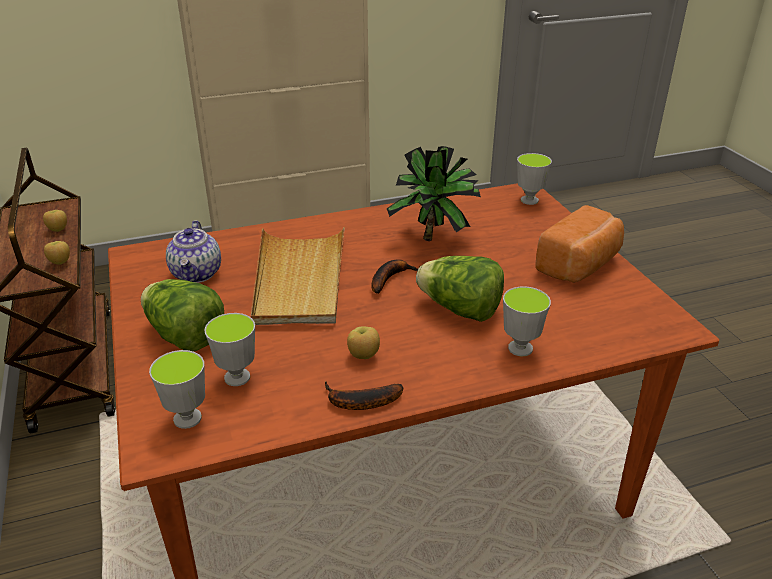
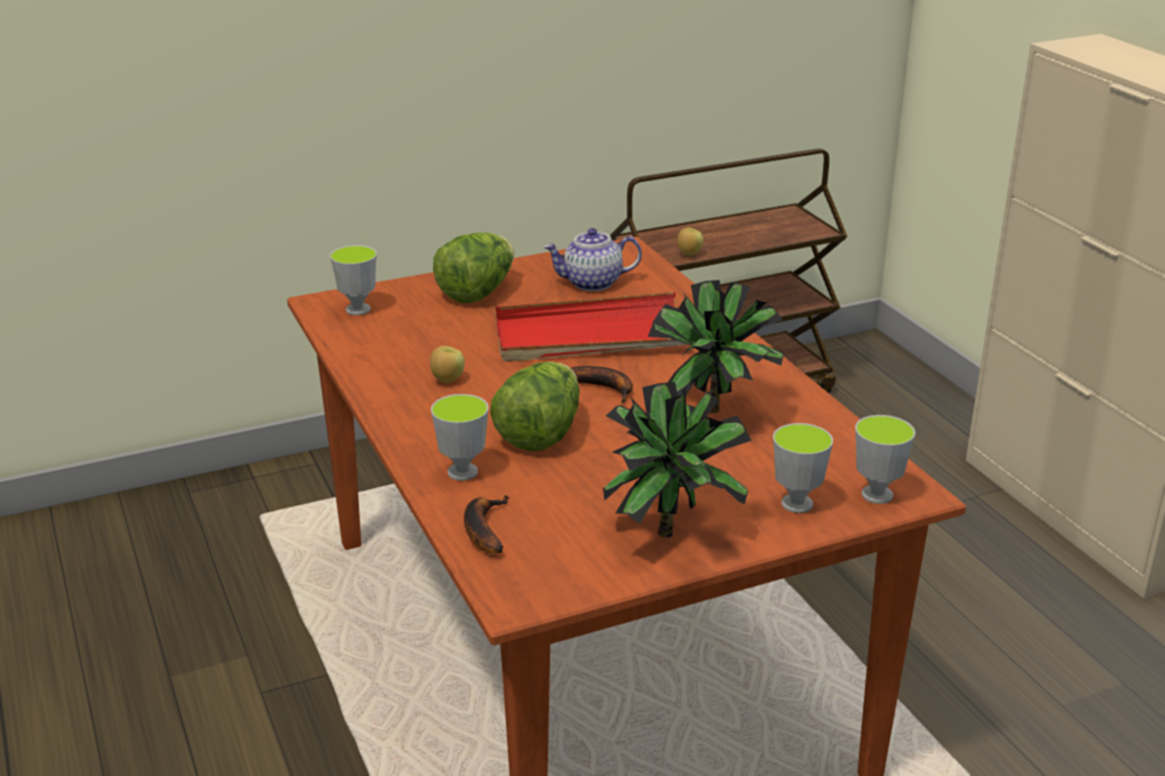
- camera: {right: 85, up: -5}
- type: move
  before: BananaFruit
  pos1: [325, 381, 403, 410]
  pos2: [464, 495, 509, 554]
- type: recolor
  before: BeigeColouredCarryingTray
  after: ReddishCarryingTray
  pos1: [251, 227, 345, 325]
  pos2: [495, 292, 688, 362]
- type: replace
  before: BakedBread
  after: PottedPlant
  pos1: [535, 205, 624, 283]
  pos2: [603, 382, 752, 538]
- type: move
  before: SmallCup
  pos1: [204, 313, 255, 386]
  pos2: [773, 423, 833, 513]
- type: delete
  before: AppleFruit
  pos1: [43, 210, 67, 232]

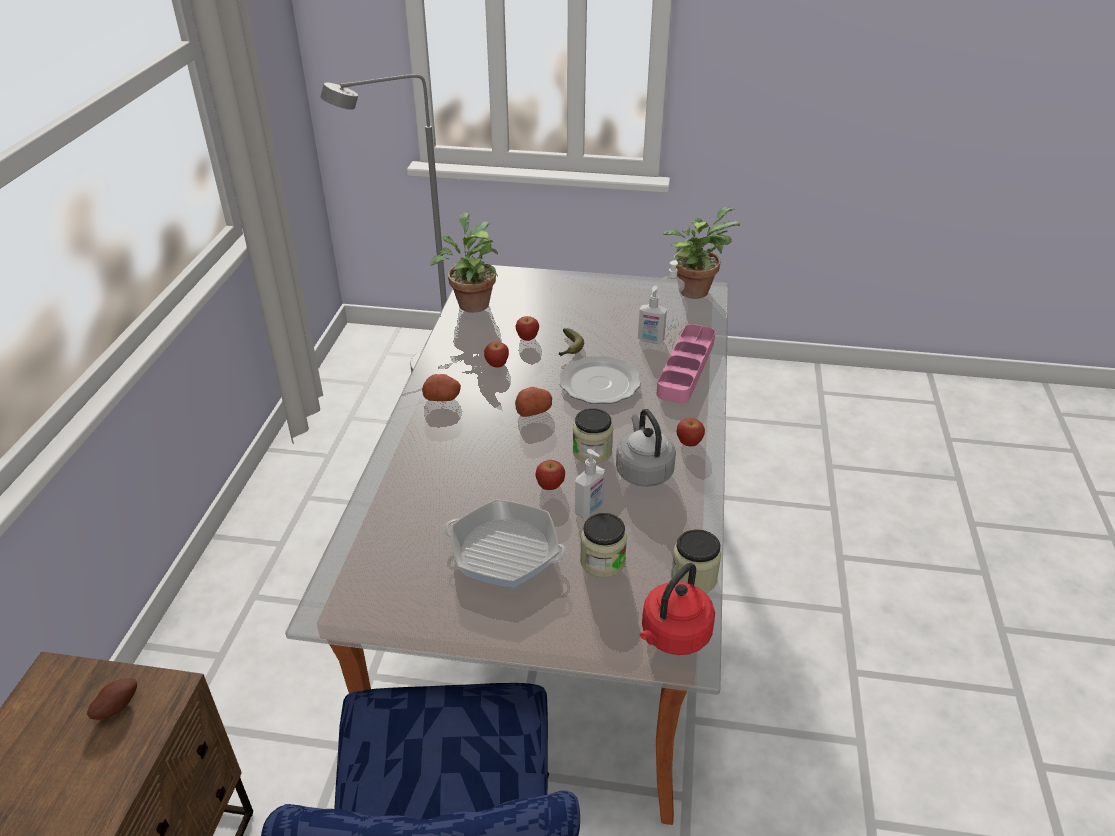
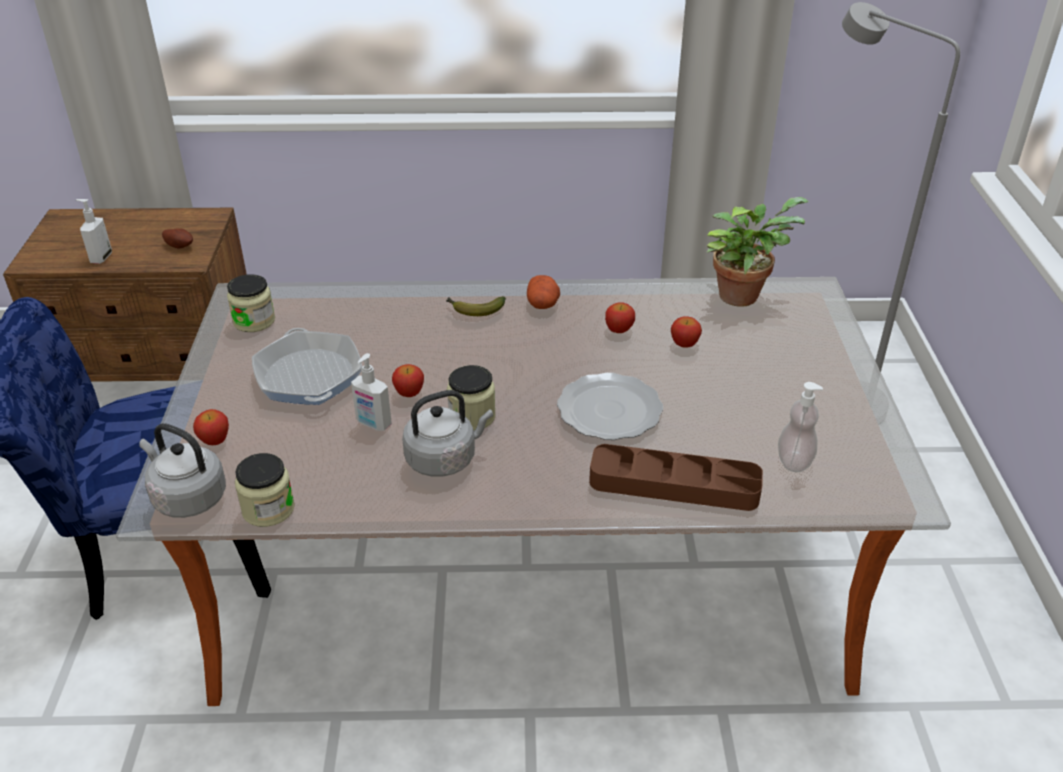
- camera: {right: 80, up: 0}
- type: move
  before: LiquidSoapBottle
  pos1: [638, 286, 667, 344]
  pos2: [76, 199, 112, 264]
- type: recolor
  before: ReddishWaterKettle
  after: GreyishWaterKettle
  pos1: [640, 563, 715, 655]
  pos2: [139, 423, 226, 518]
- type: move
  before: AppleFruit
  pos1: [677, 418, 705, 447]
  pos2: [193, 409, 229, 445]
- type: move
  before: Jar
  pos1: [580, 513, 627, 577]
  pos2: [227, 274, 275, 332]
- type: rotate
  before: Skillet
  pos1: [444, 499, 567, 587]
  pos2: [252, 328, 362, 405]
  turn: 150
- type: move
  before: BananaFruit
  pos1: [559, 328, 584, 356]
  pos2: [446, 296, 506, 316]
- type: recolor
  before: PinkishCarryingTray
  after: BrownColouredCarryingTray
  pos1: [656, 324, 715, 404]
  pos2: [589, 444, 763, 511]
- type: delete
  before: WholePotato
  pos1: [515, 387, 552, 417]
- type: delete
  before: PottedPlant
  pos1: [663, 206, 740, 299]

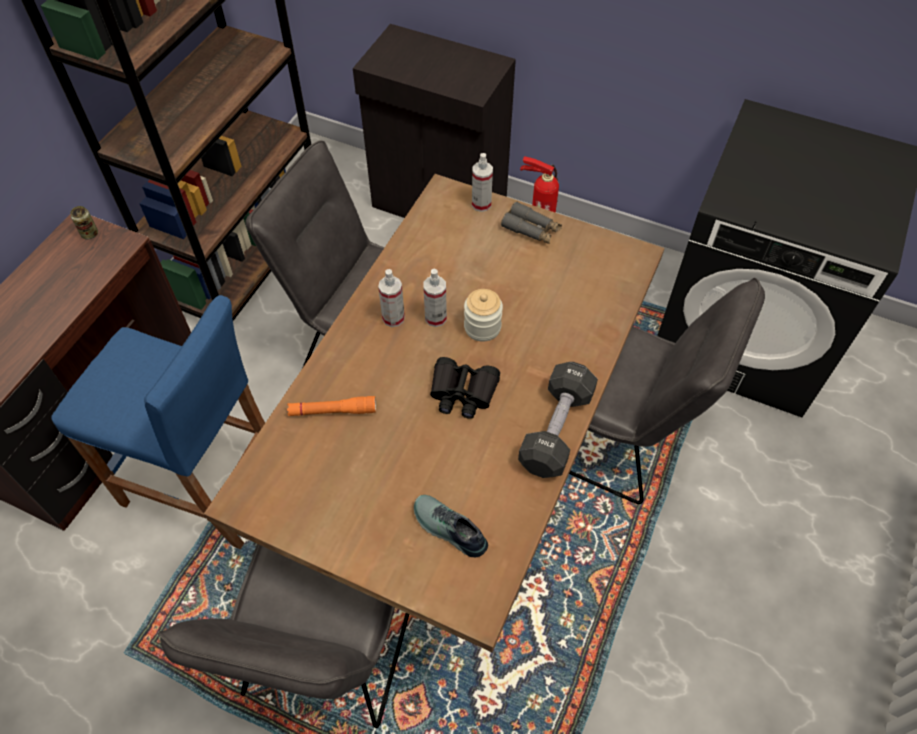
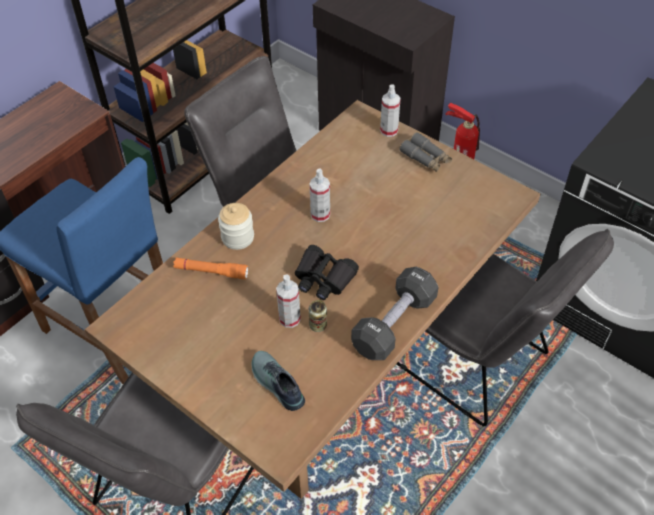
- camera: {right: 15, up: -5}
- type: move
  before: Jar
  pos1: [464, 289, 503, 342]
  pos2: [218, 203, 254, 250]
- type: move
  before: Sprayer
  pos1: [378, 269, 405, 327]
  pos2: [276, 275, 301, 328]
- type: move
  before: Can
  pos1: [70, 206, 98, 239]
  pos2: [309, 300, 327, 332]

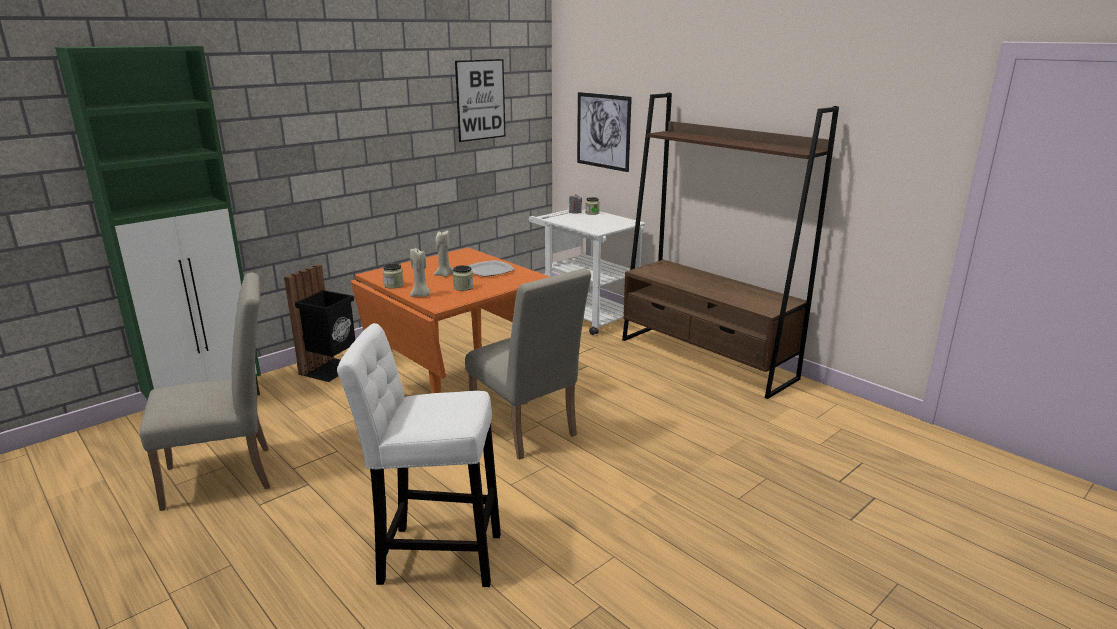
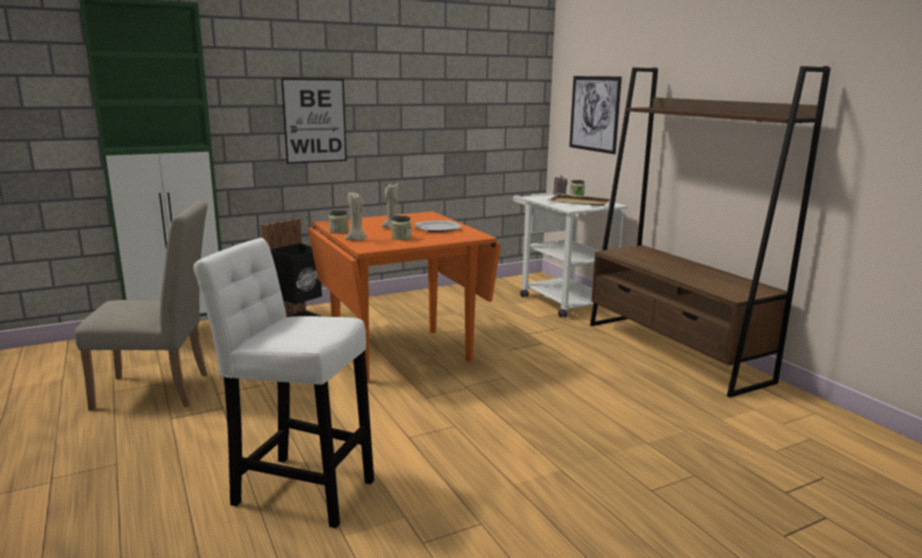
- camera: {right: 15, up: -5}
- type: move
  before: WallArt
  pos1: [455, 59, 505, 142]
  pos2: [281, 78, 347, 164]
- type: insert
  after: BeigeColouredCarryingTray
  pos2: [546, 193, 611, 206]
- type: delete
  before: BeigeColouredUprightChair
  pos1: [465, 268, 591, 460]

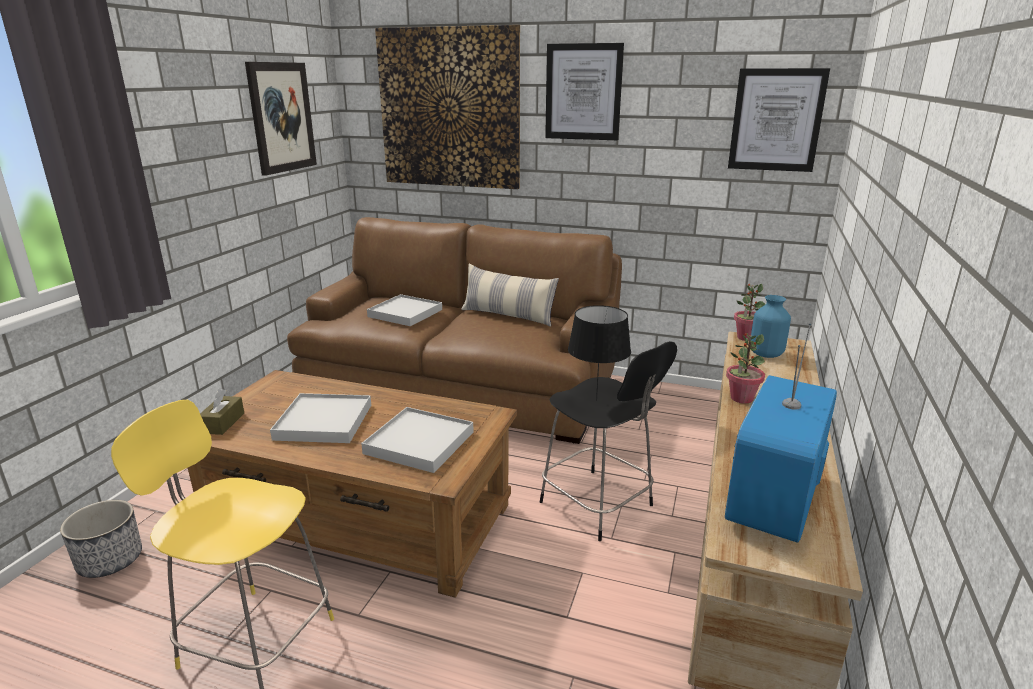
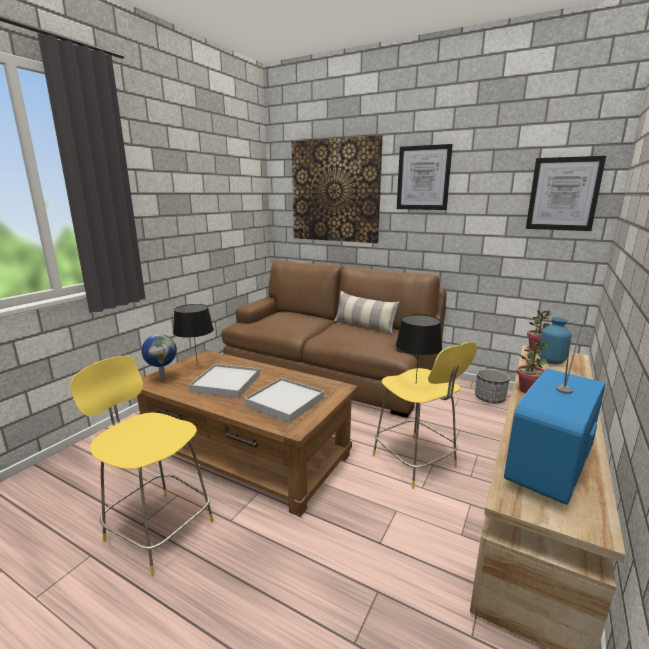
- camera: {right: 10, up: -5}
- type: replace
  before: BrownColouredTissueHolder
  after: DeskGlobe
  pos1: [200, 389, 244, 435]
  pos2: [141, 334, 177, 381]
- type: insert
  after: BlackishTableLamp
  pos2: [173, 304, 214, 360]
- type: recolor
  before: BlackishStoolSeat
  after: YellowColouredStoolSeat
  pos1: [540, 341, 677, 541]
  pos2: [373, 342, 477, 489]
- type: move
  before: PlantPot
  pos1: [60, 500, 142, 578]
  pos2: [475, 369, 510, 403]
- type: delete
  before: WallArt
  pos1: [245, 62, 317, 176]
- type: delete
  before: WhiteCarryingTray
  pos1: [367, 294, 442, 326]

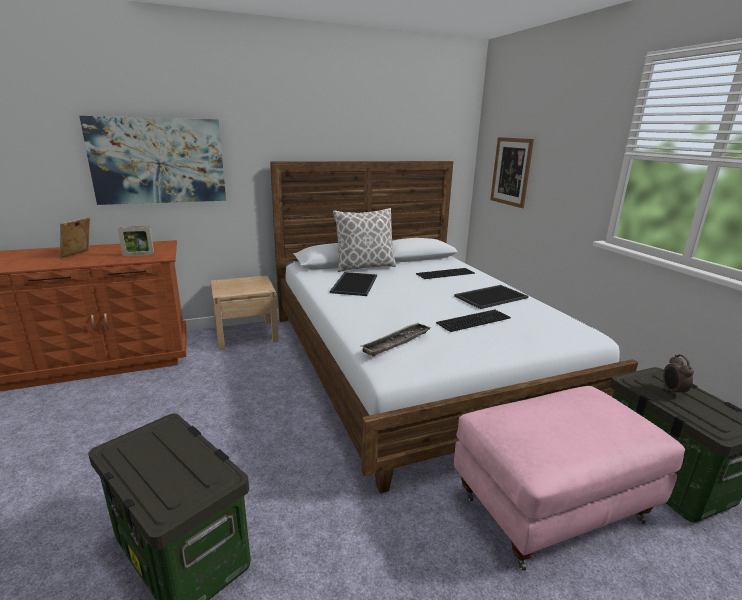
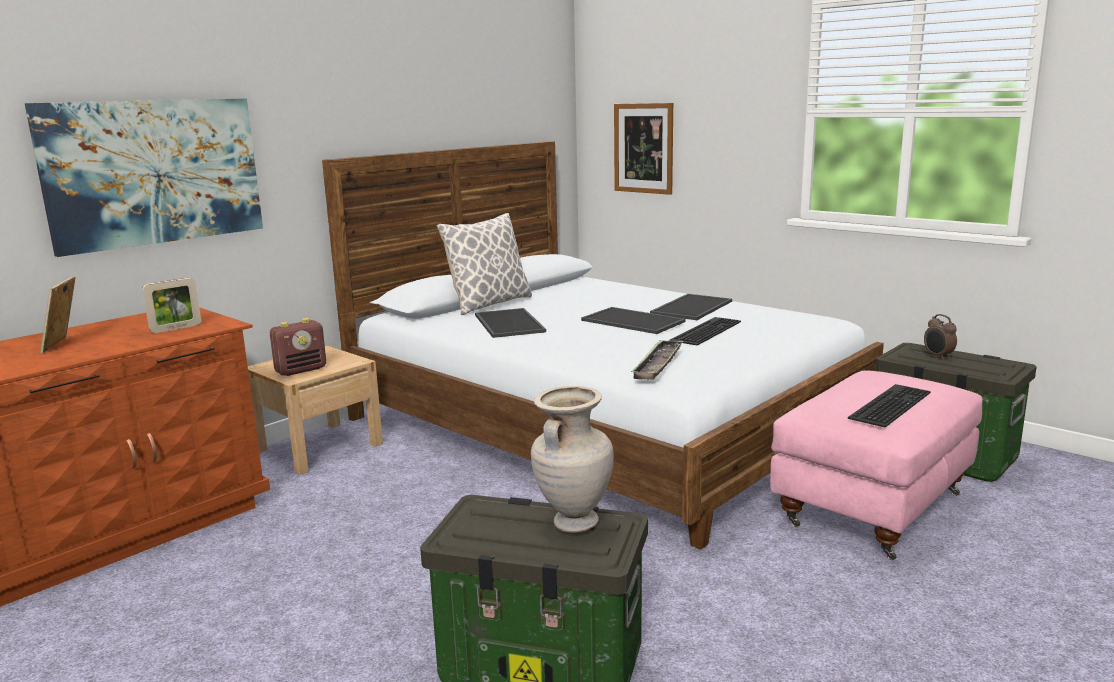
- camera: {right: -25, up: -5}
- type: insert
  after: RadioSet
  pos2: [270, 318, 326, 376]
- type: insert
  after: BeigeColouredDecorativeVase
  pos2: [531, 386, 614, 533]
- type: insert
  after: CarryingTray
  pos2: [581, 307, 686, 334]
- type: move
  before: Keyboard
  pos1: [416, 268, 475, 279]
  pos2: [848, 384, 931, 427]

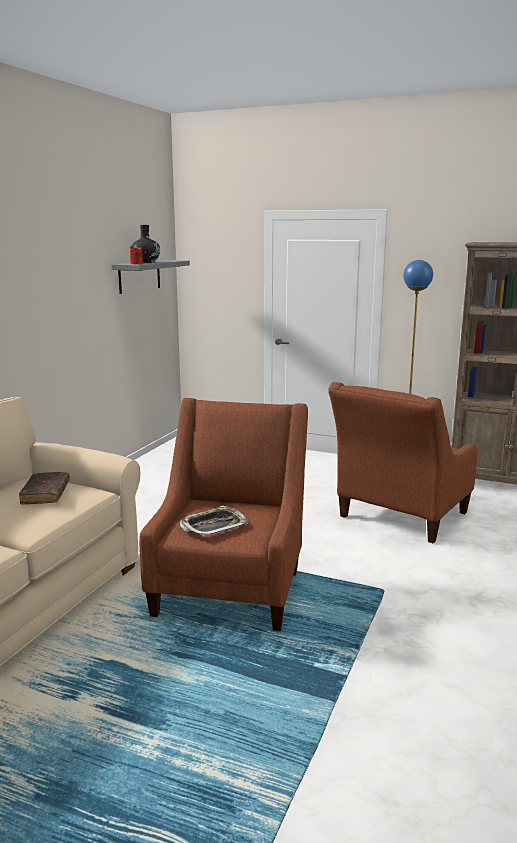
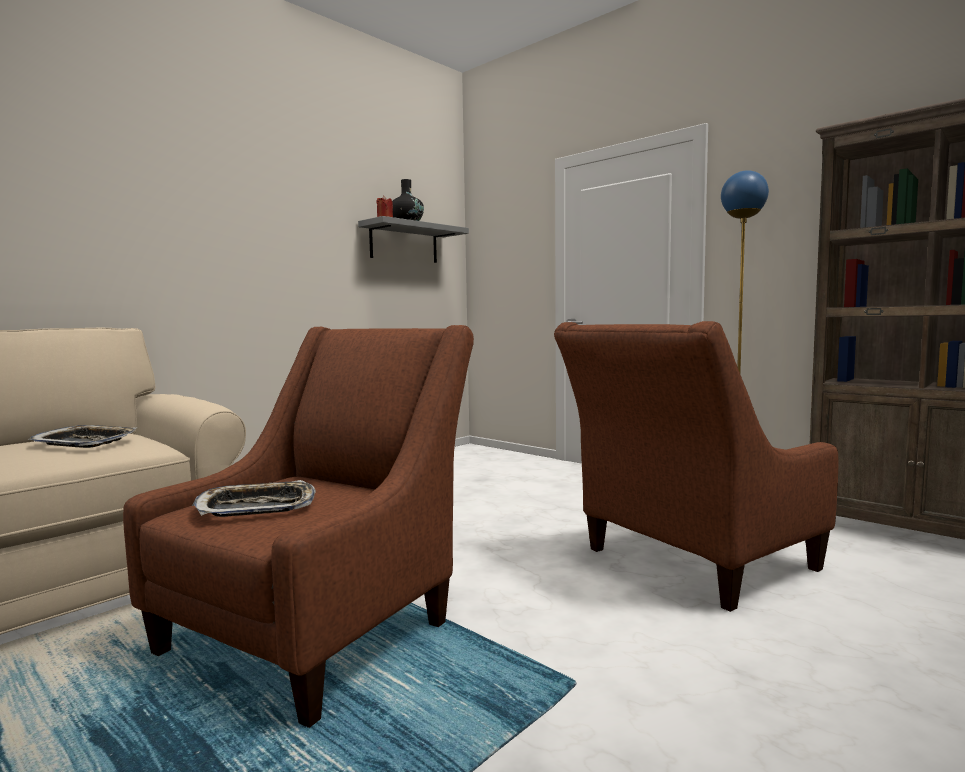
- camera: {right: 20, up: -10}
- type: replace
  before: BrownColouredBook
  after: CarryingTray
  pos1: [19, 472, 70, 504]
  pos2: [28, 425, 137, 448]

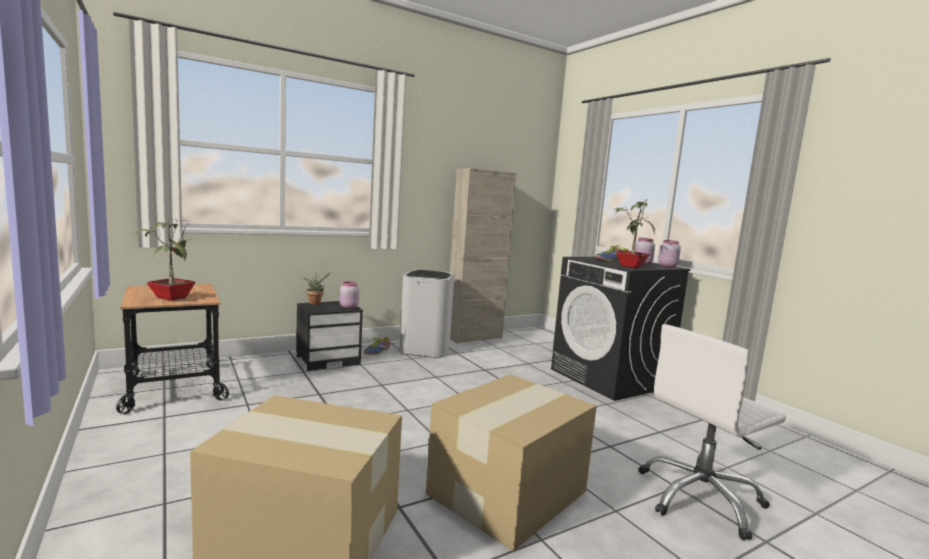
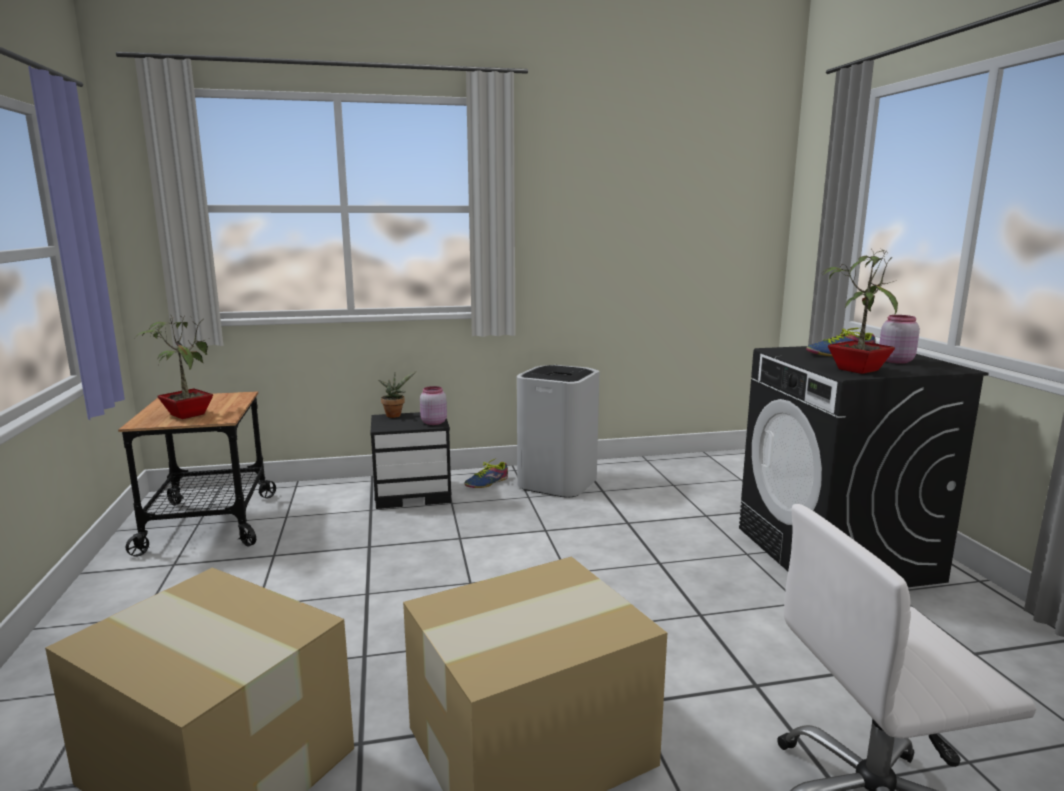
- camera: {right: 20, up: 5}
- type: delete
  before: BeigeColouredStorageCabinet
  pos1: [450, 168, 517, 344]
- type: delete
  before: PinkishJar
  pos1: [658, 240, 681, 267]

